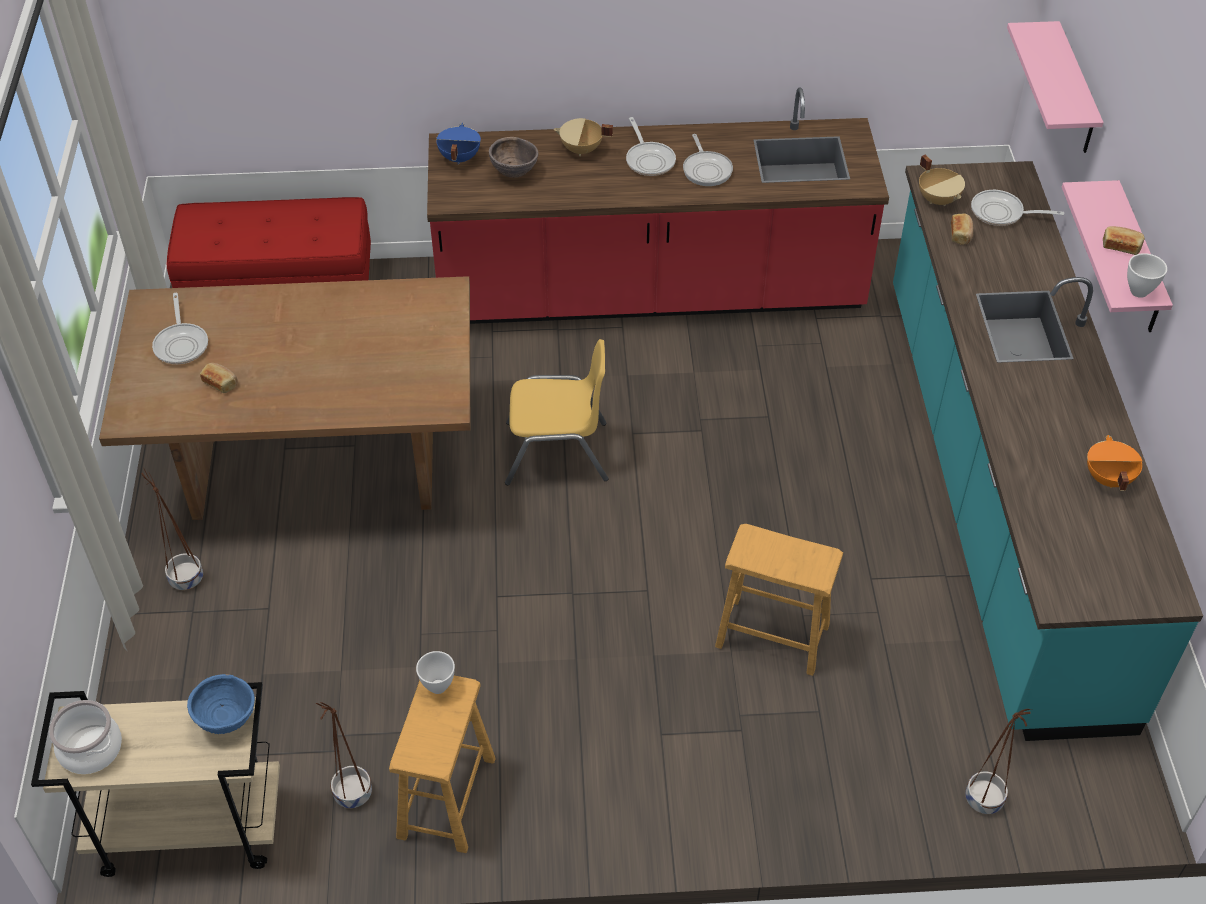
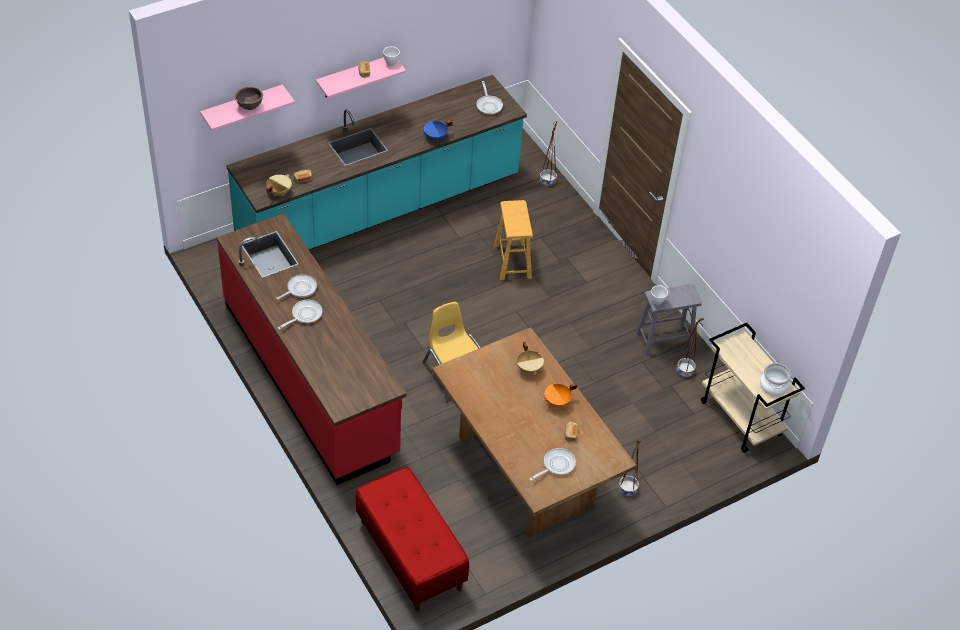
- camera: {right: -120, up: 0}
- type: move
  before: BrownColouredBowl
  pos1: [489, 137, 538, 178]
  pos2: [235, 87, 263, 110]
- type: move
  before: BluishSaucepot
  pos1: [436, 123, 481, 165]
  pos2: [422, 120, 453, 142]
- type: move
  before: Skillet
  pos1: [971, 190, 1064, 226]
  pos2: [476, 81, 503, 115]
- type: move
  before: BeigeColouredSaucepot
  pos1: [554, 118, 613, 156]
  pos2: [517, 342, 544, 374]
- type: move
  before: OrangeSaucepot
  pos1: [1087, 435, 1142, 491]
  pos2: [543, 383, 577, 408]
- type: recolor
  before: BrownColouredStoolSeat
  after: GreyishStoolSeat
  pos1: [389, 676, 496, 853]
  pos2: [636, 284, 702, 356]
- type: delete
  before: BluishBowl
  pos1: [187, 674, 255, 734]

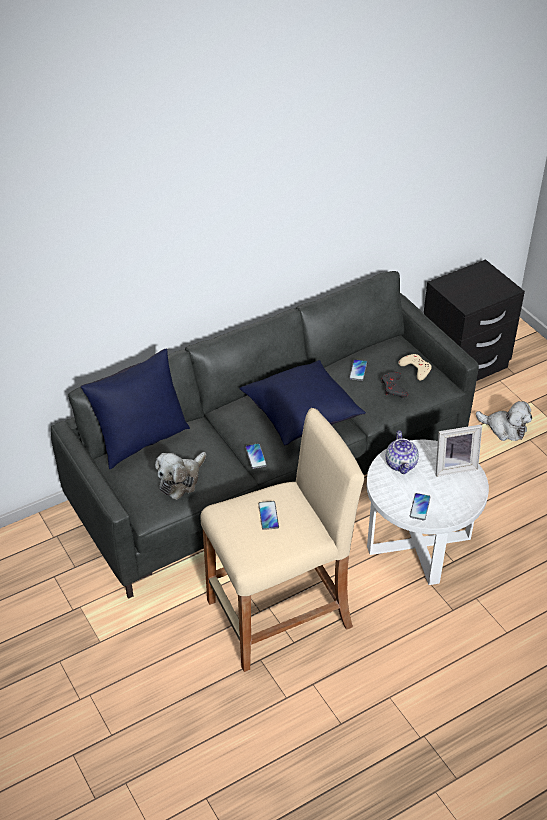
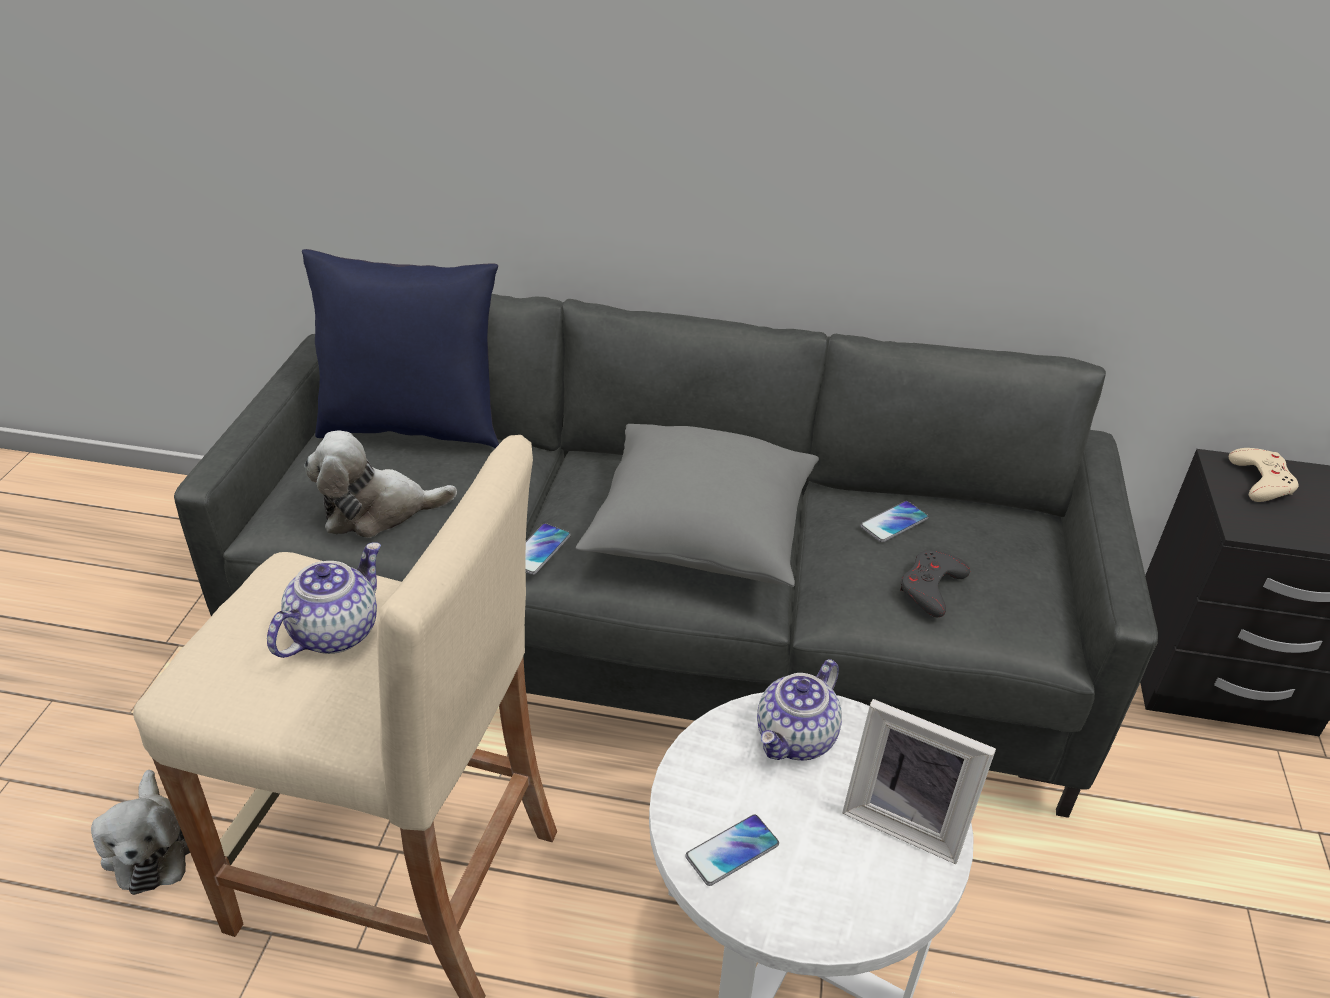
- camera: {right: 40, up: -5}
- type: move
  before: CuddlyToy
  pos1: [476, 401, 532, 441]
  pos2: [91, 770, 190, 895]
- type: replace
  before: Handset
  after: Teapot
  pos1: [258, 501, 279, 530]
  pos2: [267, 543, 381, 658]
- type: recolor
  before: BluishPillow
  after: GreyishPillow
  pos1: [240, 360, 366, 445]
  pos2: [576, 424, 819, 587]
- type: move
  before: BeigeColouredGamepad
  pos1: [398, 354, 432, 381]
  pos2: [1228, 448, 1299, 502]

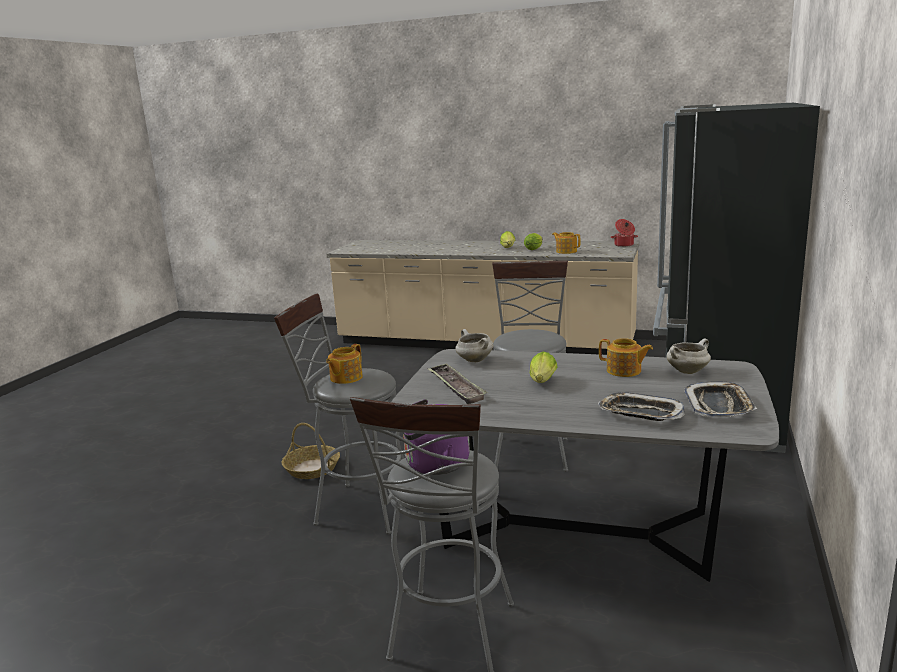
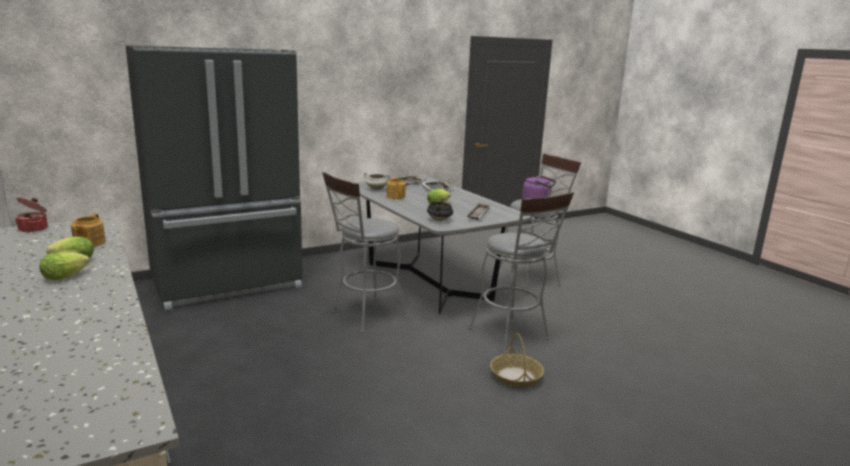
- camera: {right: -140, up: 0}
- type: recolor
  before: WhiteSaucepot
  after: BlackishSaucepot
  pos1: [455, 329, 494, 362]
  pos2: [427, 198, 453, 221]
- type: delete
  before: Teapot
  pos1: [326, 344, 363, 384]

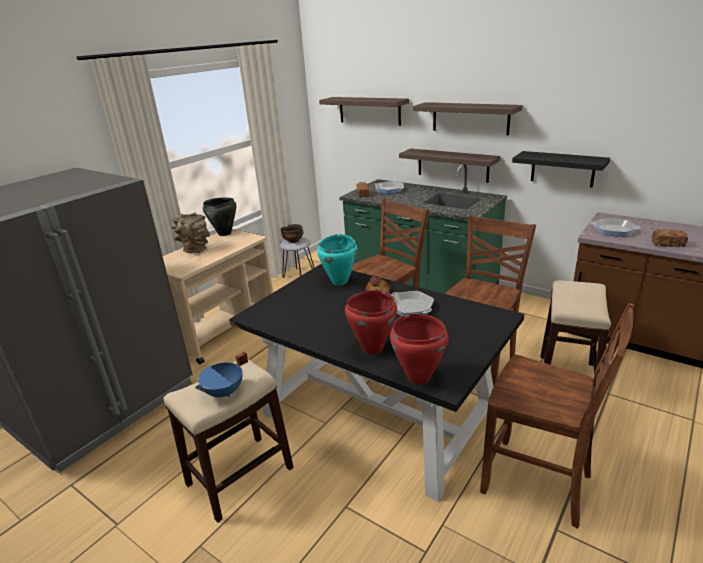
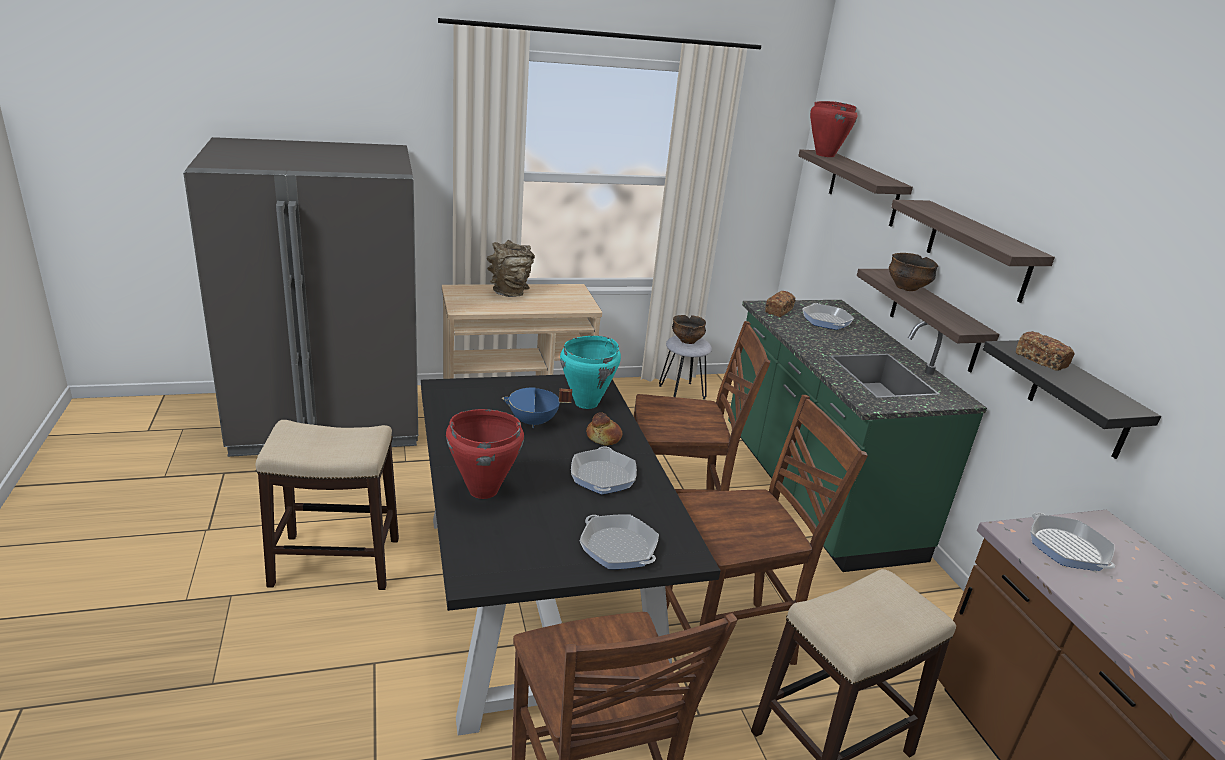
- camera: {right: 35, up: 0}
- type: move
  before: BluishSaucepot
  pos1: [195, 352, 248, 398]
  pos2: [502, 388, 572, 428]
- type: insert
  after: Skillet
  pos2: [580, 514, 659, 569]
- type: move
  before: ReddishSaucepot
  pos1: [390, 313, 449, 384]
  pos2: [810, 101, 857, 157]
- type: insert
  after: Bowl
  pos2: [889, 253, 938, 291]
- type: move
  before: BakedBread
  pos1: [652, 229, 688, 247]
  pos2: [1016, 331, 1075, 371]
- type: delete
  before: BlackishSaucepot
  pos1: [203, 198, 237, 236]

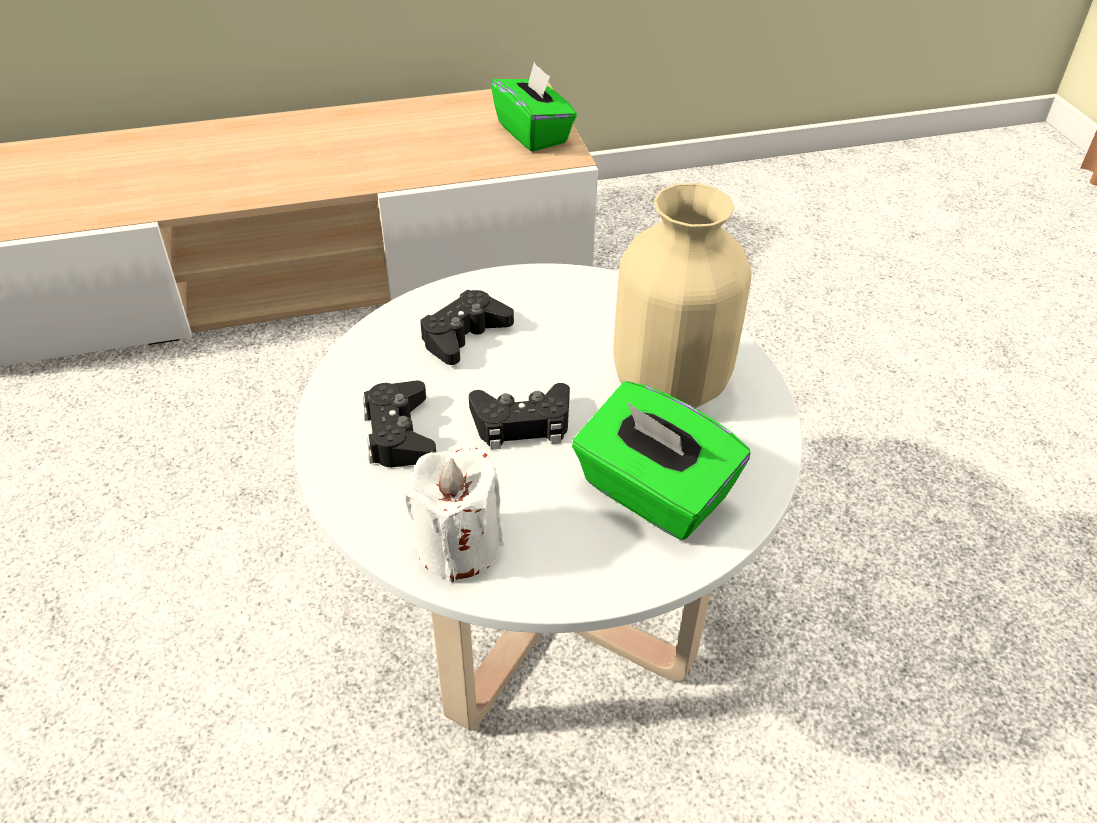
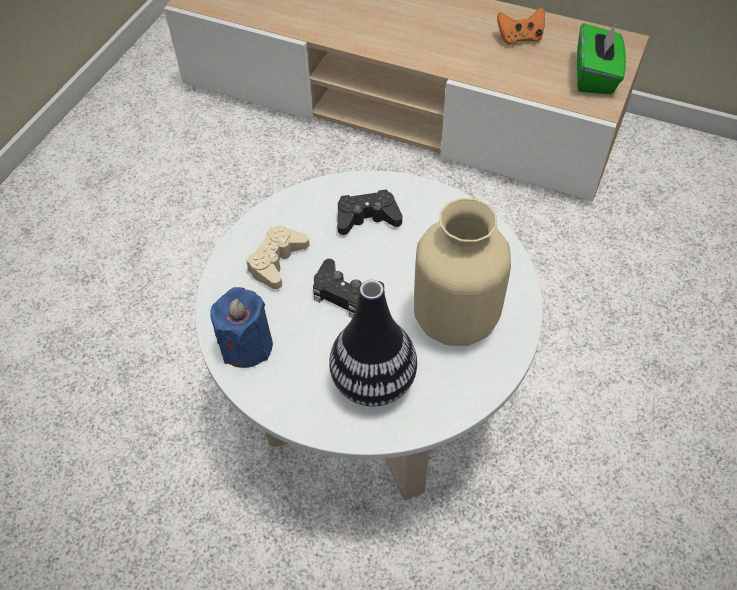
- camera: {right: 40, up: 10}
- type: recolor
  before: WhiteWaxCandle
  after: BluishWaxCandle
  pos1: [405, 446, 503, 582]
  pos2: [210, 287, 273, 368]
- type: recolor
  before: BlackishGamepad
  after: BeigeColouredGamepad
  pos1: [363, 381, 436, 467]
  pos2: [246, 226, 309, 289]
- type: replace
  before: GreenTissueHolder
  after: DecorativeVase
  pos1: [572, 382, 750, 540]
  pos2: [329, 280, 417, 407]
- type: insert
  after: OrangeGamepad
  pos2: [497, 7, 545, 46]

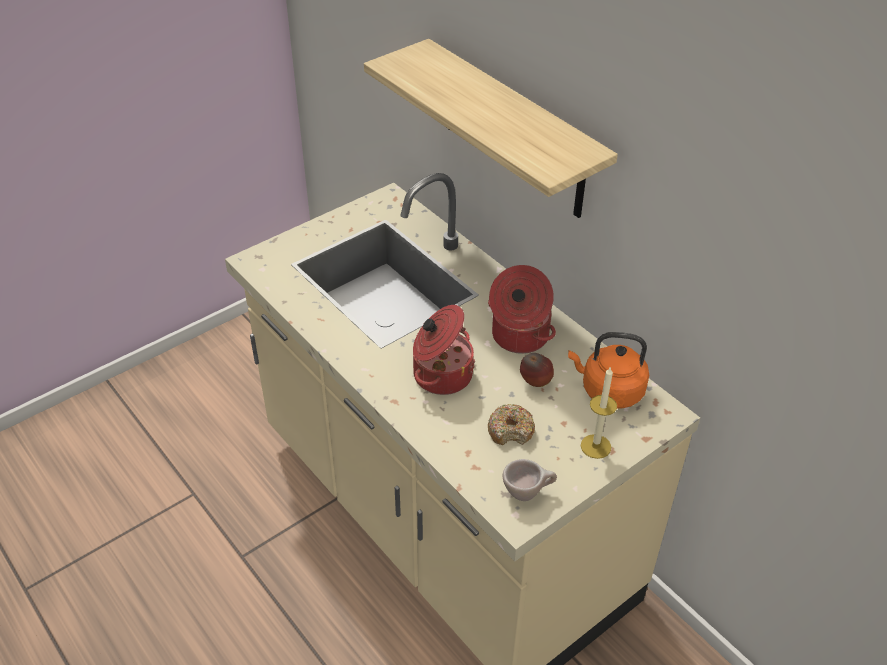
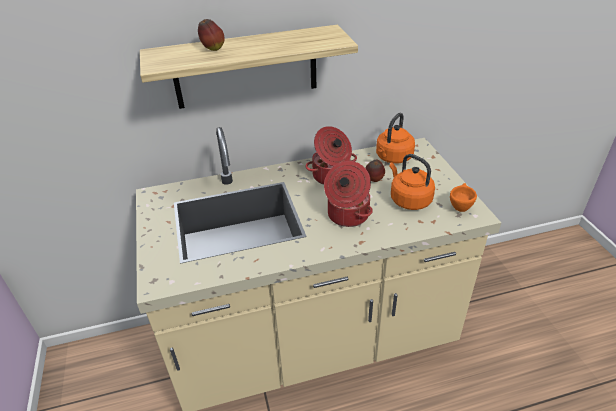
- camera: {right: -65, up: -5}
- type: insert
  after: AppleFruit
  pos2: [198, 19, 225, 51]
- type: replace
  before: Doughnut
  after: OrangeWaterKettle
  pos1: [488, 404, 535, 445]
  pos2: [389, 154, 435, 210]
- type: recolor
  before: BeigeColouredSmallCup
  after: OrangeSmallCup
  pos1: [503, 459, 557, 501]
  pos2: [450, 183, 477, 212]
- type: delete
  before: WaxCandle
  pos1: [581, 366, 617, 459]

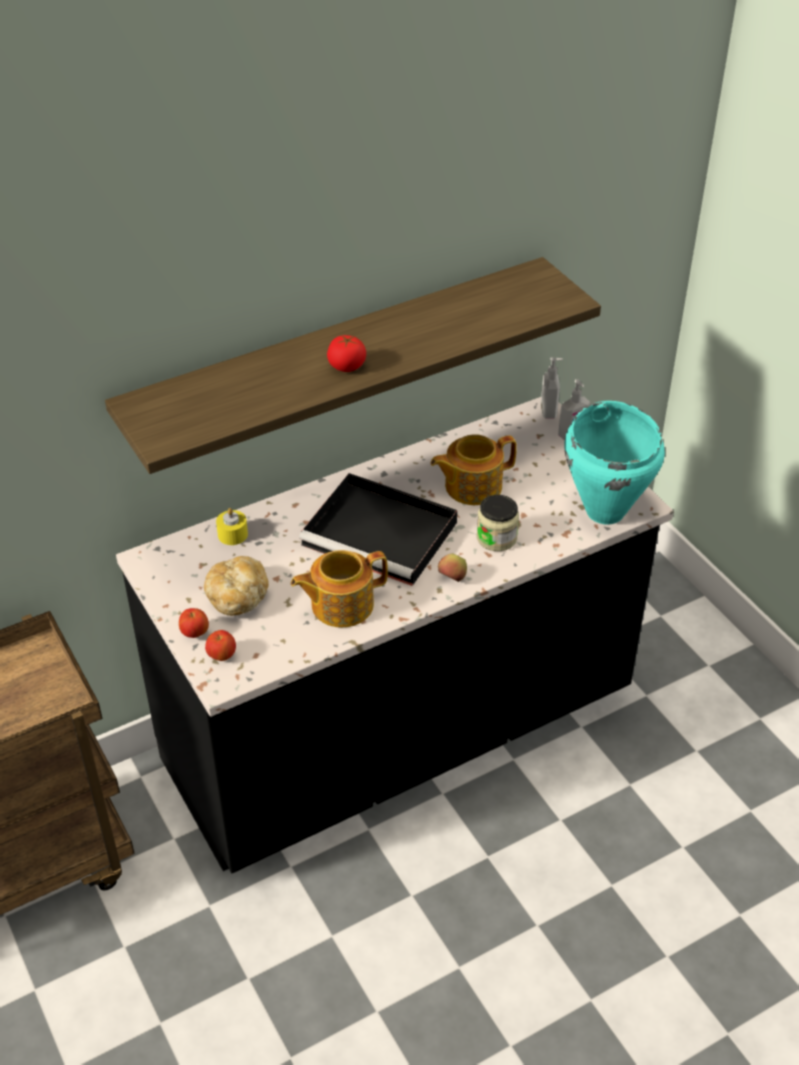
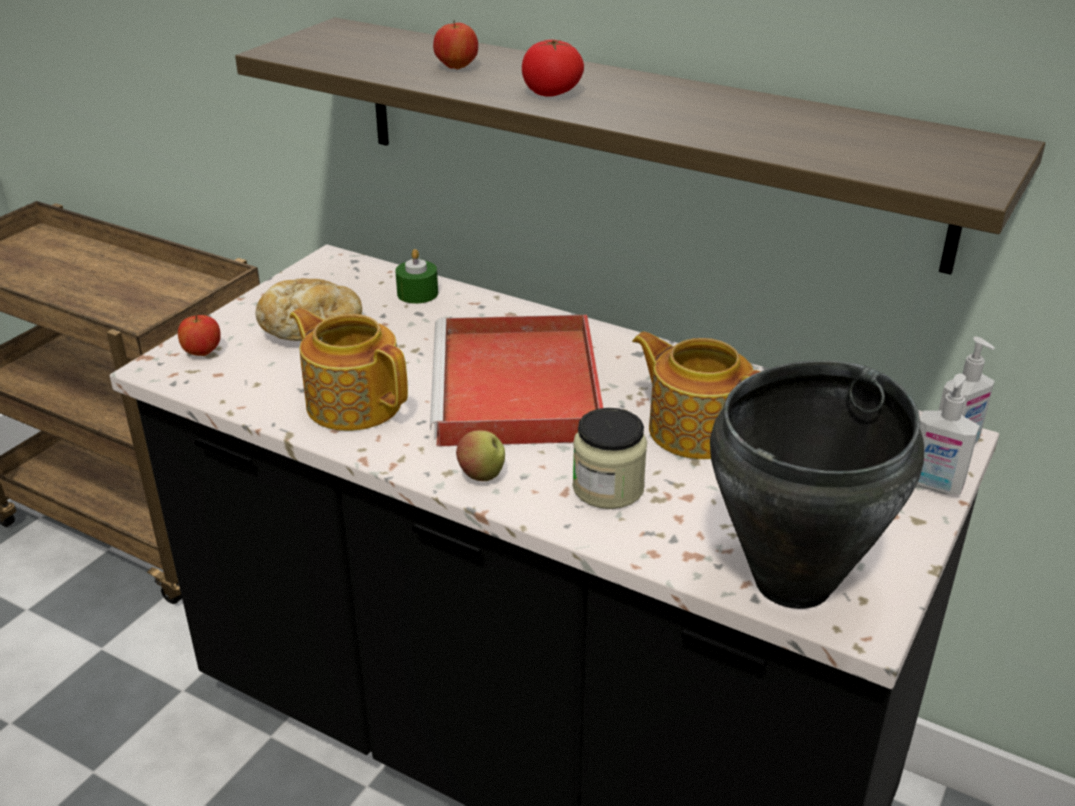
- camera: {right: 60, up: -10}
- type: recolor
  before: YellowColouredWaxCandle
  after: GreenWaxCandle
  pos1: [216, 508, 248, 545]
  pos2: [395, 249, 438, 304]
- type: recolor
  before: BlackishCarryingTray
  after: ReddishCarryingTray
  pos1: [299, 473, 457, 586]
  pos2: [430, 315, 603, 447]
- type: move
  before: AppleFruit
  pos1: [179, 608, 209, 638]
  pos2: [433, 21, 478, 69]
- type: recolor
  before: TurquoiseSaucepot
  after: BlackishSaucepot
  pos1: [564, 401, 665, 524]
  pos2: [710, 360, 924, 609]

